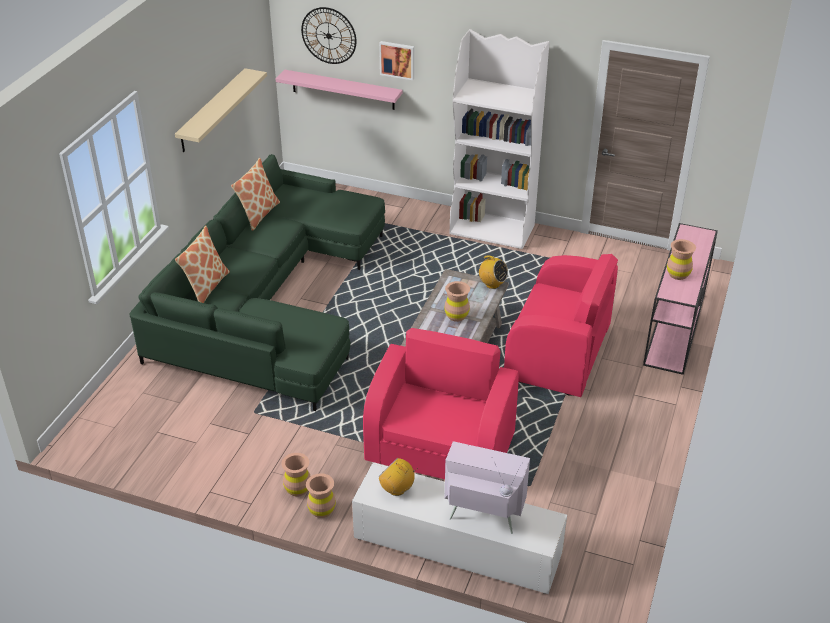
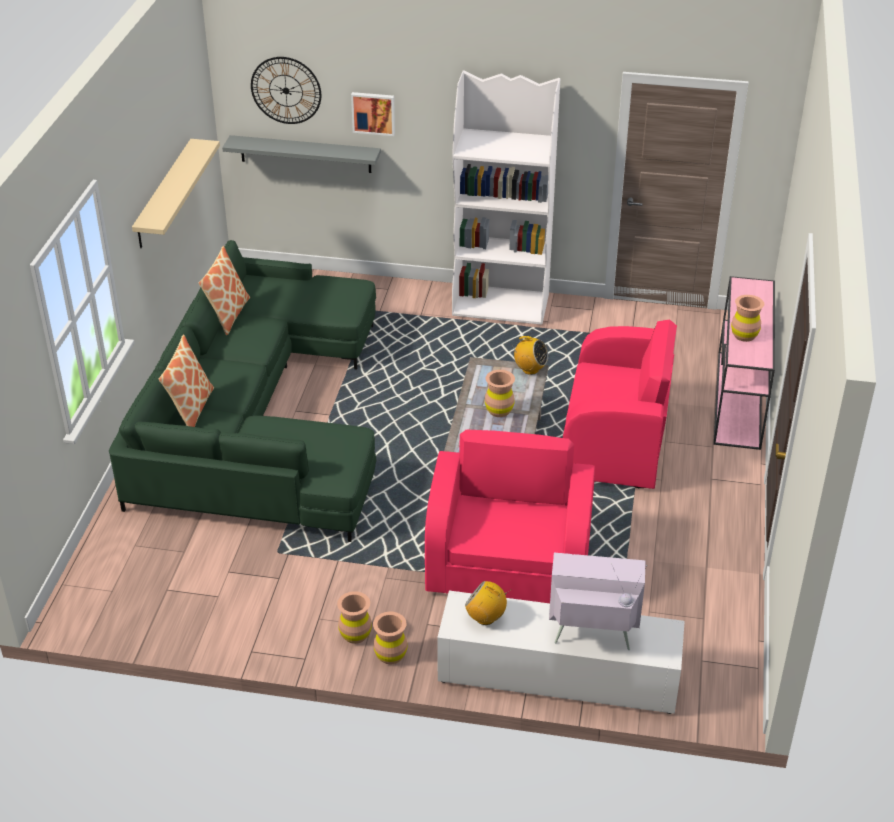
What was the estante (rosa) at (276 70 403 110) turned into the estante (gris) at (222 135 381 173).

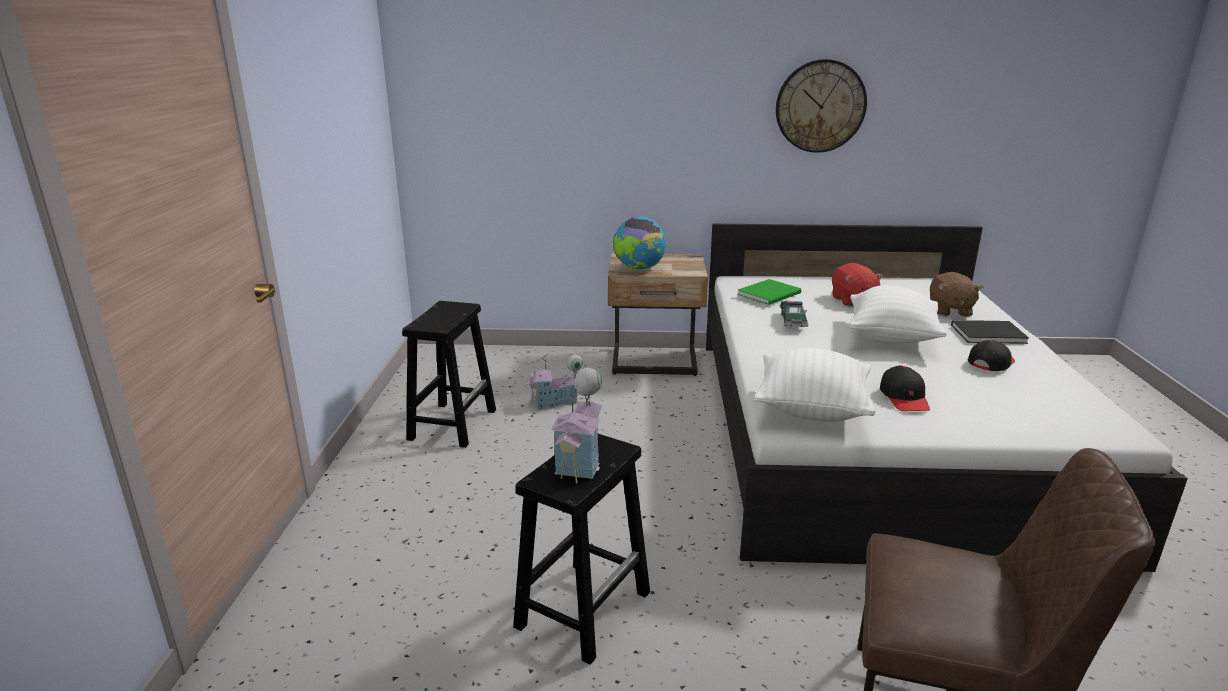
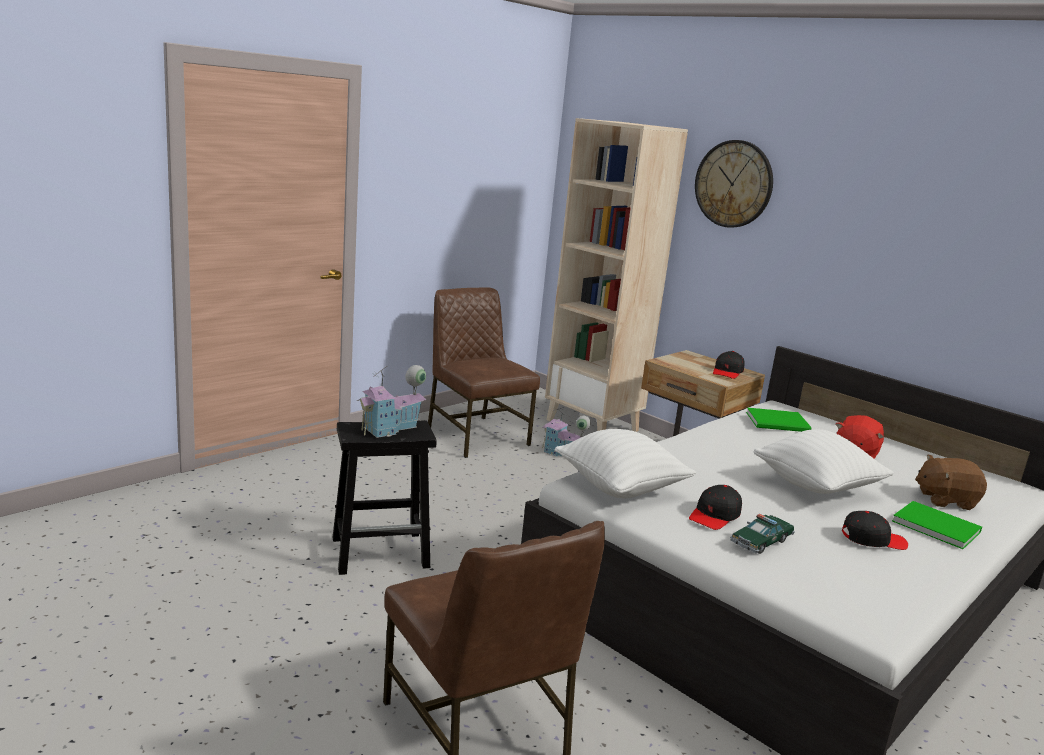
Where the taburete (negro) stood at (402 301 496 448), the silla (marrón) came to stand at (428 287 540 458).
The second view lost the globo terráqueo at (613 216 667 270).
The reloj de pared ended up elsewhere, having gone from (776 59 867 153) to (695 140 773 228).
The coche de juguete ended up elsewhere, having gone from (780 301 809 327) to (730 514 795 554).
The peluche (marrón) at (930 272 983 317) ended up facing another way, 45 degrees clockwise from before.
What was the libro (negro) at (951 320 1029 344) turned into the libro (verde) at (892 501 982 549).
The second view gained the estantería (beis) at (545 118 688 432).
The second view gained the gorra (negro) at (713 351 745 379).

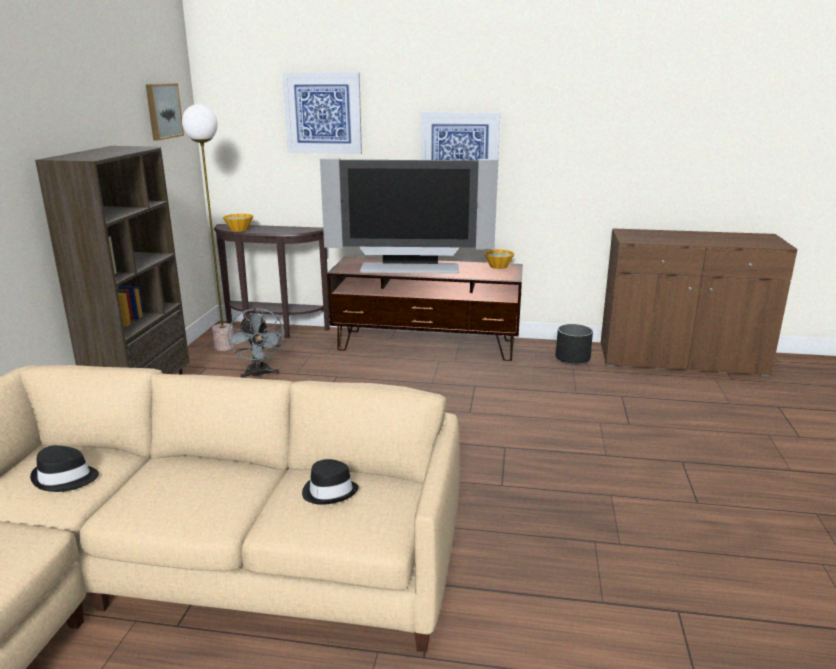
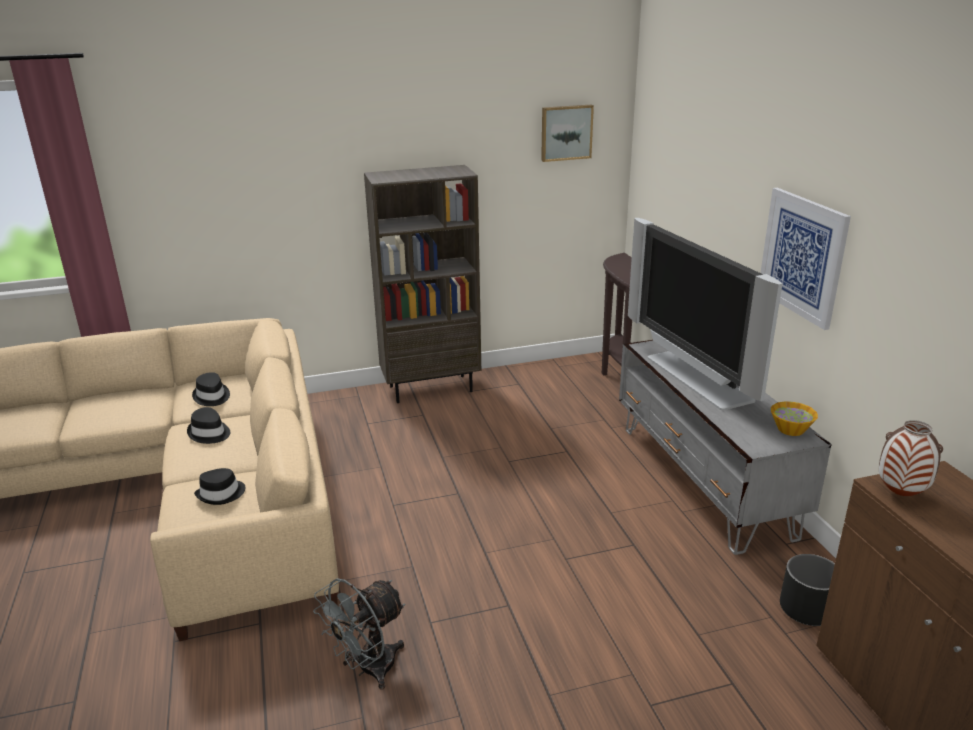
The second view lost the lámpara de pie at (182 104 235 351).
The second view lost the cuenco at (223 214 253 232).
The ventilador (gris) ended up elsewhere, having gone from (228 308 285 378) to (313 578 405 690).
The second view lost the cuadro at (282 72 362 154).
What was the mueble de televisión (marrón) at (327 257 523 361) turned into the mueble de televisión (gris) at (619 340 832 555).
The second view gained the sombrero (negro) at (187 407 230 444).
The second view gained the florero at (879 420 943 496).

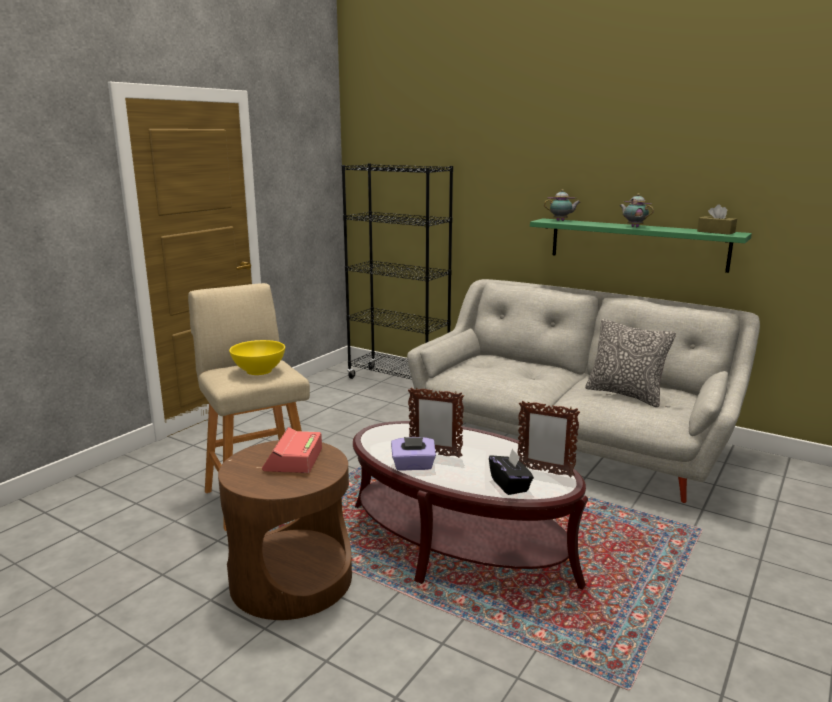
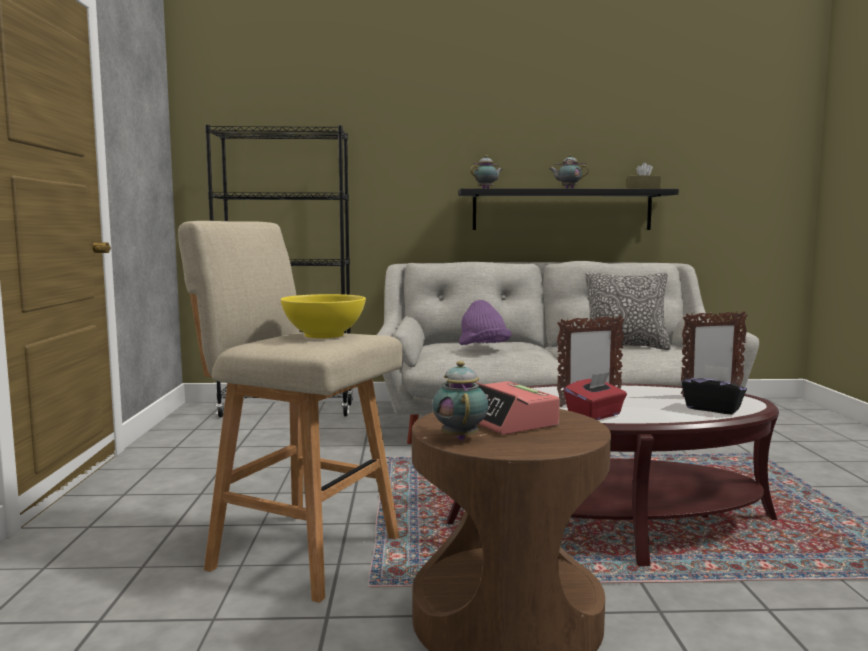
What was the caja de pañuelos (morado) at (391 437 436 471) turned into the caja de pañuelos (rojo) at (564 372 627 420).
What was the estante (verde) at (530 218 752 273) turned into the estante (negro) at (458 188 679 230).
The second view gained the tetera at (432 361 489 441).
The second view gained the sombrero (morado) at (459 300 511 345).

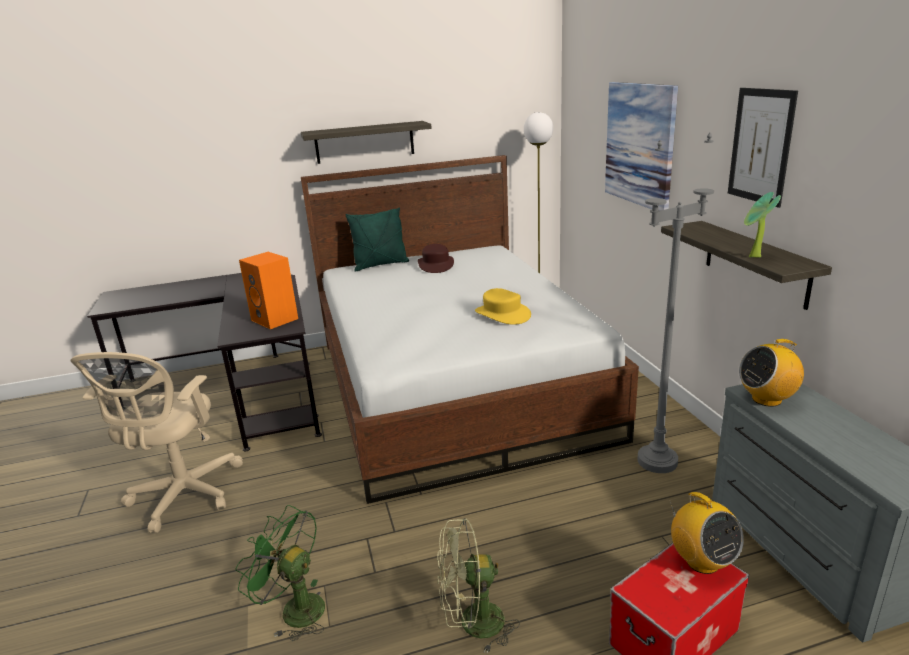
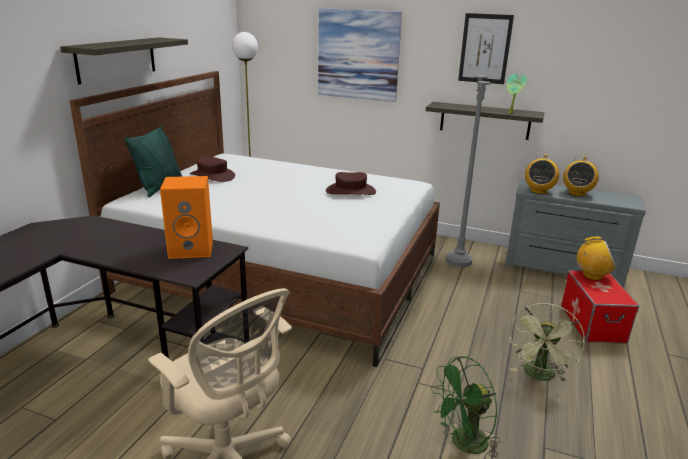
What was the sombrero (amarillo) at (475 288 531 325) turned into the sombrero (marrón) at (326 172 376 195).
The second view gained the radio at (563 156 599 196).

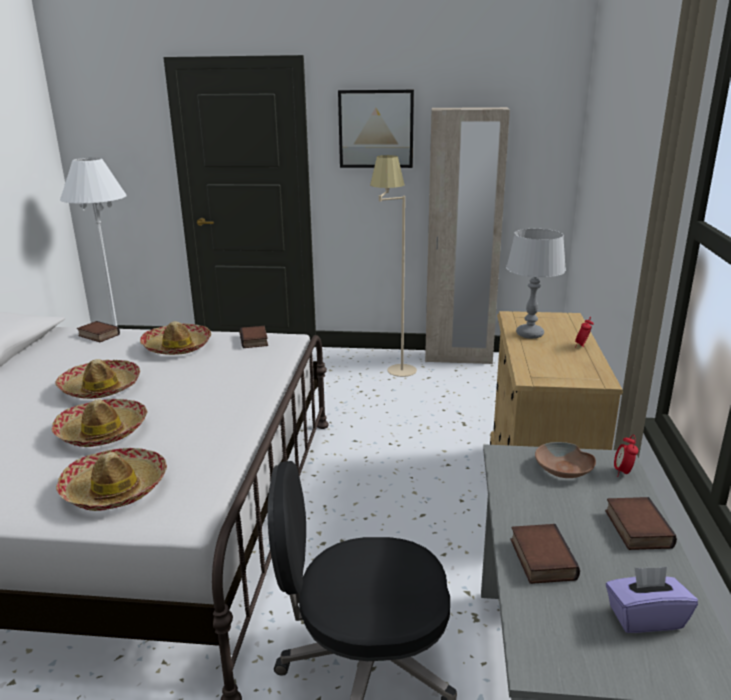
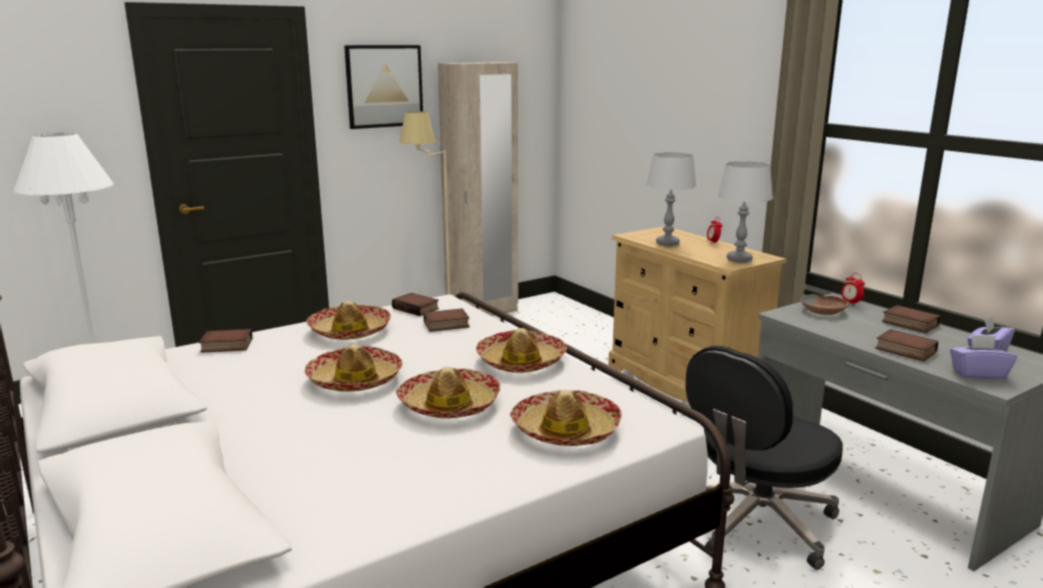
The second view gained the libro at (423 309 470 332).
The second view gained the sombrero at (476 328 567 373).
The second view gained the lámpara de mesa (gris) at (717 161 773 263).
The second view gained the caja de pañuelos (morado) at (950 335 1017 379).

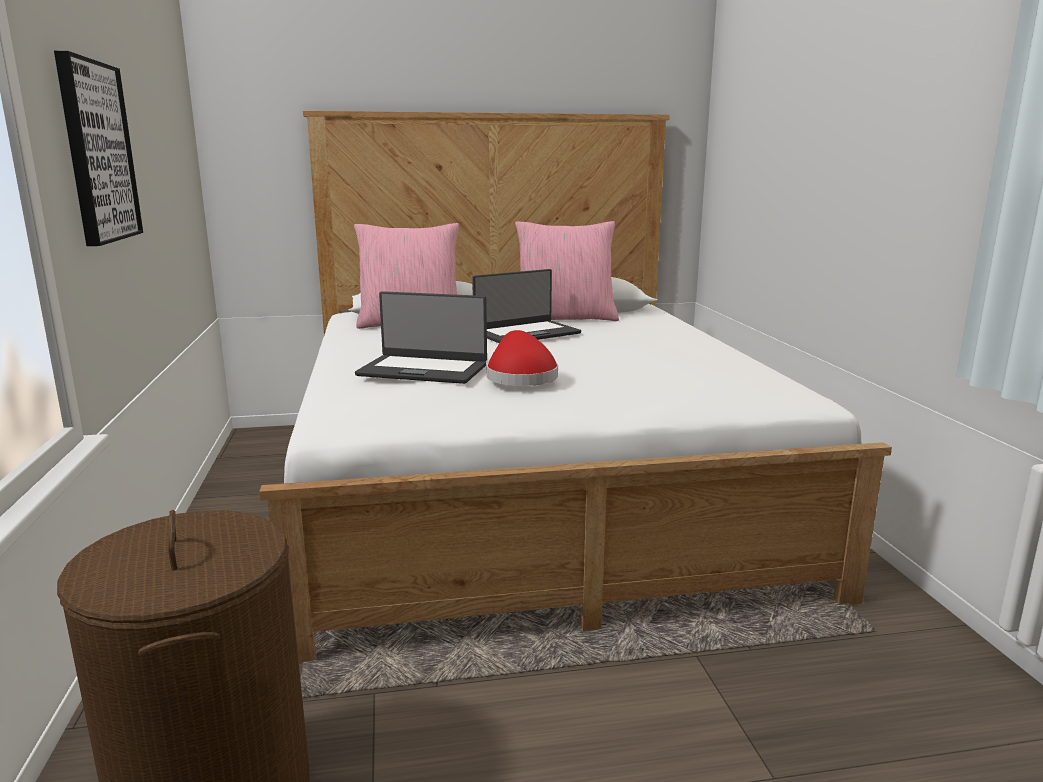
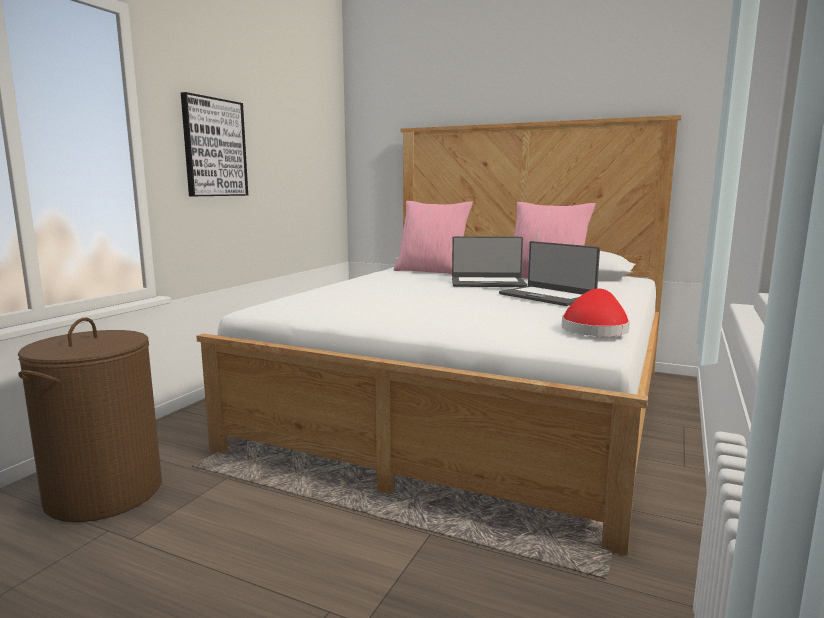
The portátil ended up elsewhere, having gone from (355 291 487 384) to (499 241 600 306).
The sombrero (rojo) ended up elsewhere, having gone from (487 330 558 386) to (562 288 630 336).

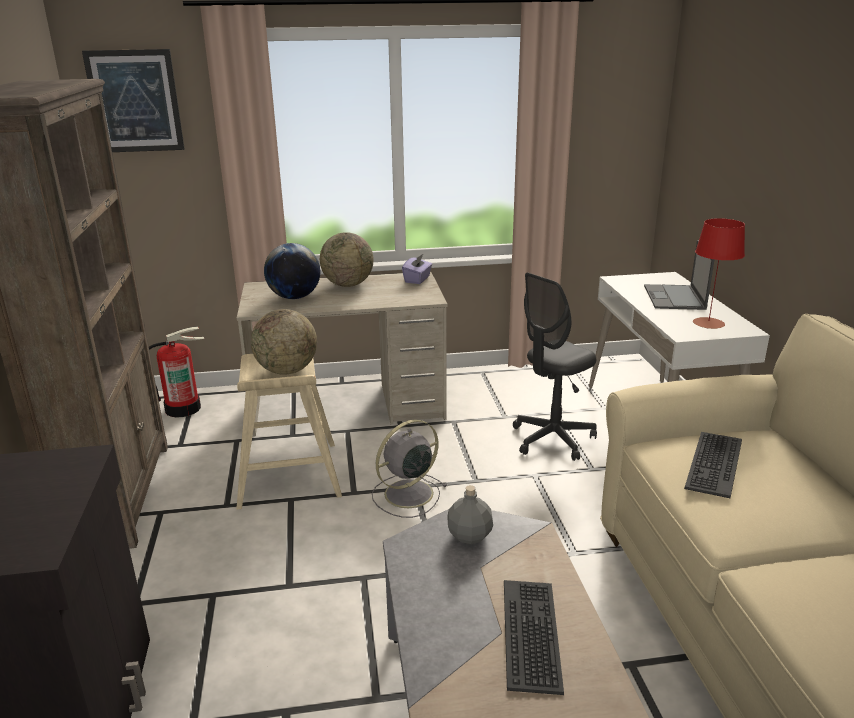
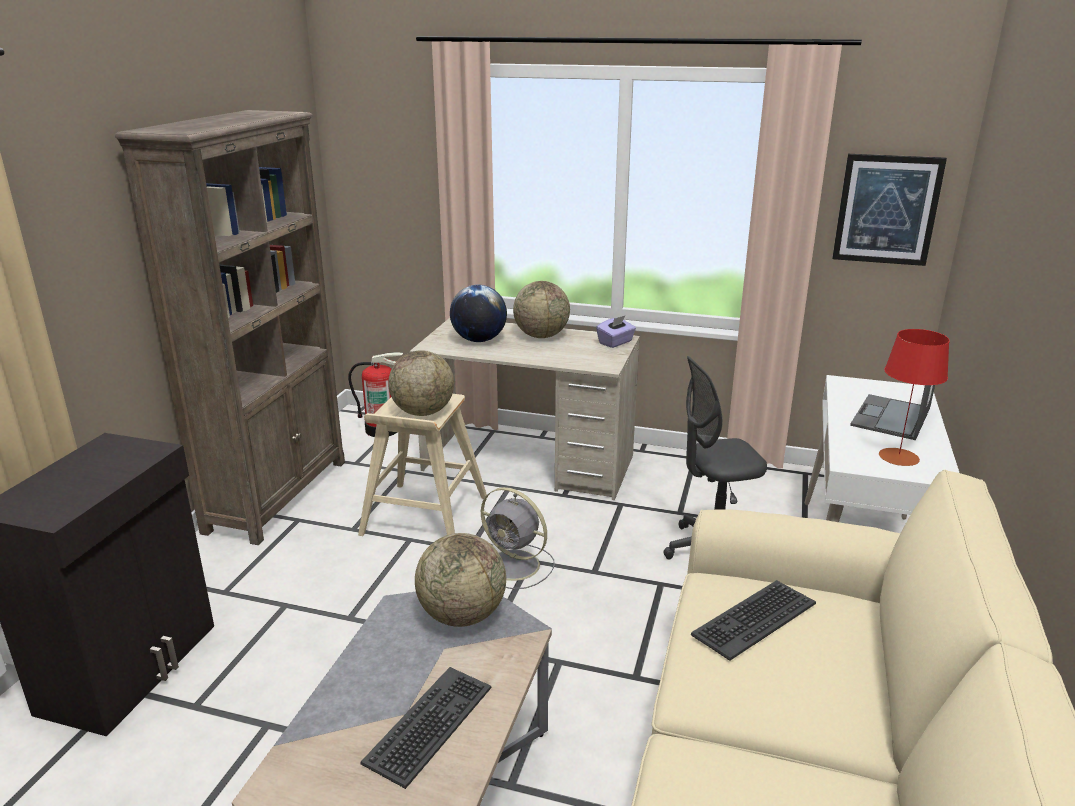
The cuadro ended up elsewhere, having gone from (82 49 185 152) to (832 154 947 266).
The ventilador (gris) at (372 419 447 518) ended up facing another way, 135 degrees counterclockwise from before.
Where the botella (gris) stood at (447 485 493 544), the globo terráqueo came to stand at (415 533 506 627).

